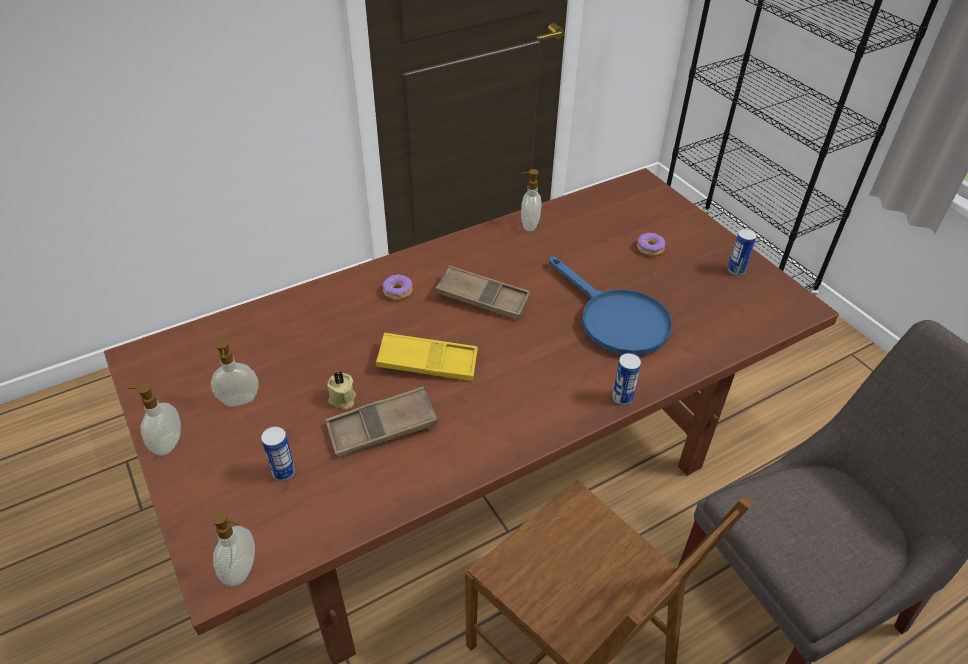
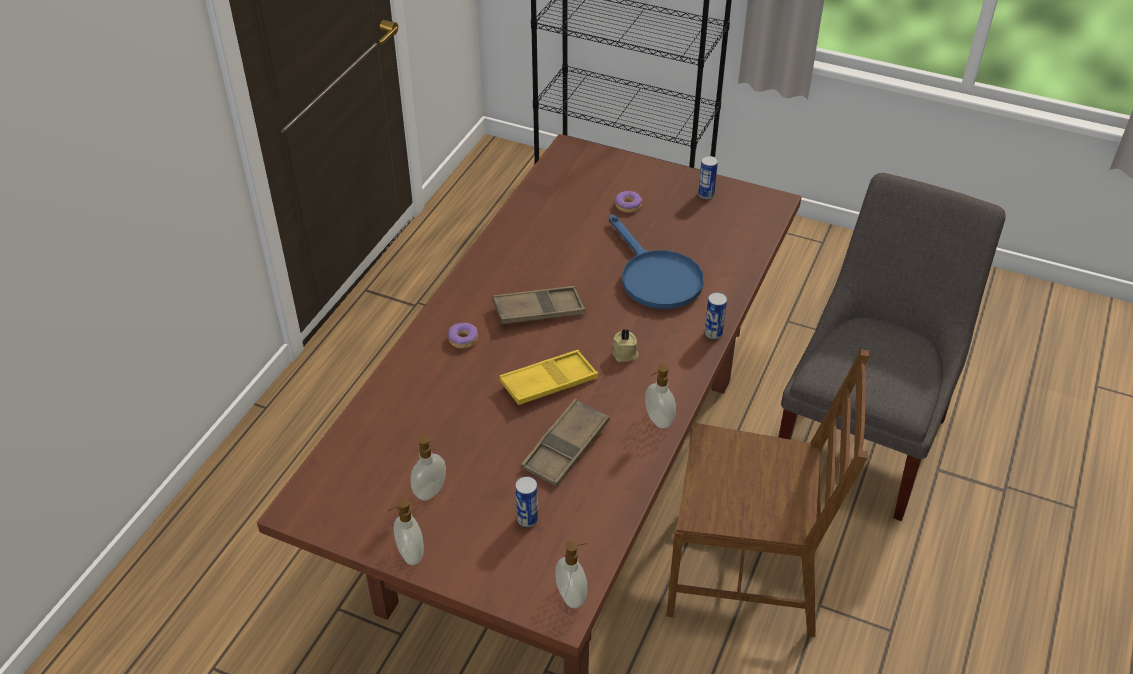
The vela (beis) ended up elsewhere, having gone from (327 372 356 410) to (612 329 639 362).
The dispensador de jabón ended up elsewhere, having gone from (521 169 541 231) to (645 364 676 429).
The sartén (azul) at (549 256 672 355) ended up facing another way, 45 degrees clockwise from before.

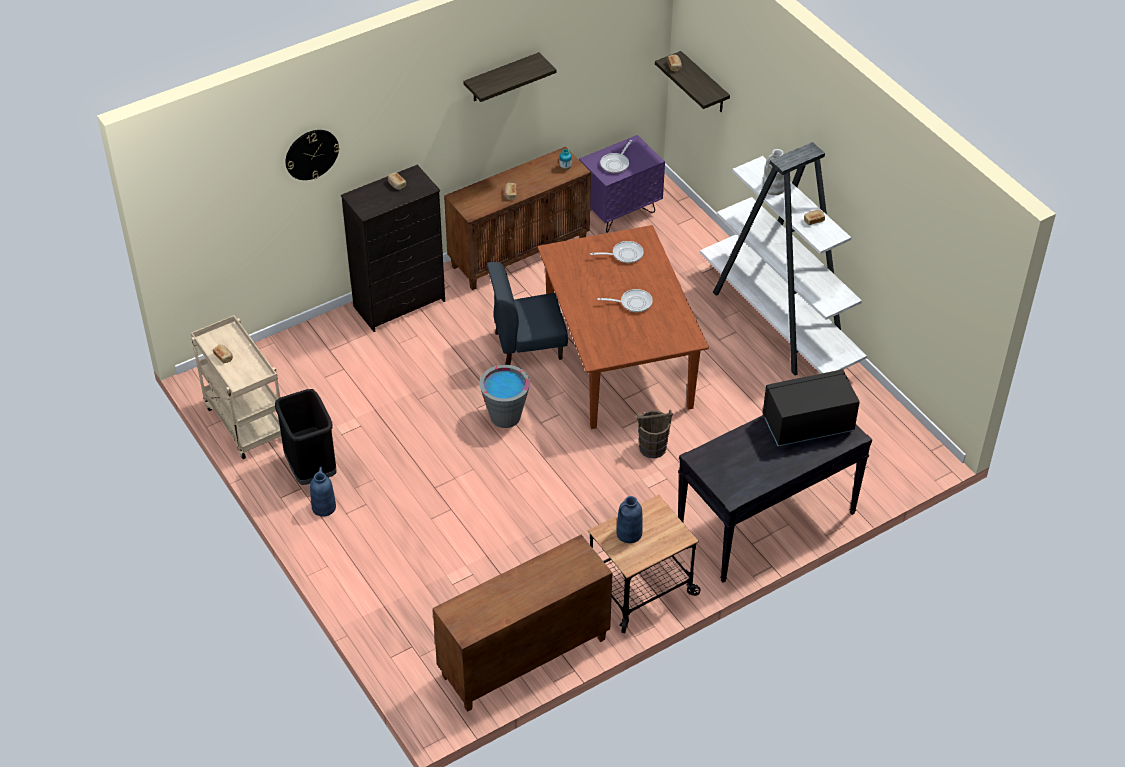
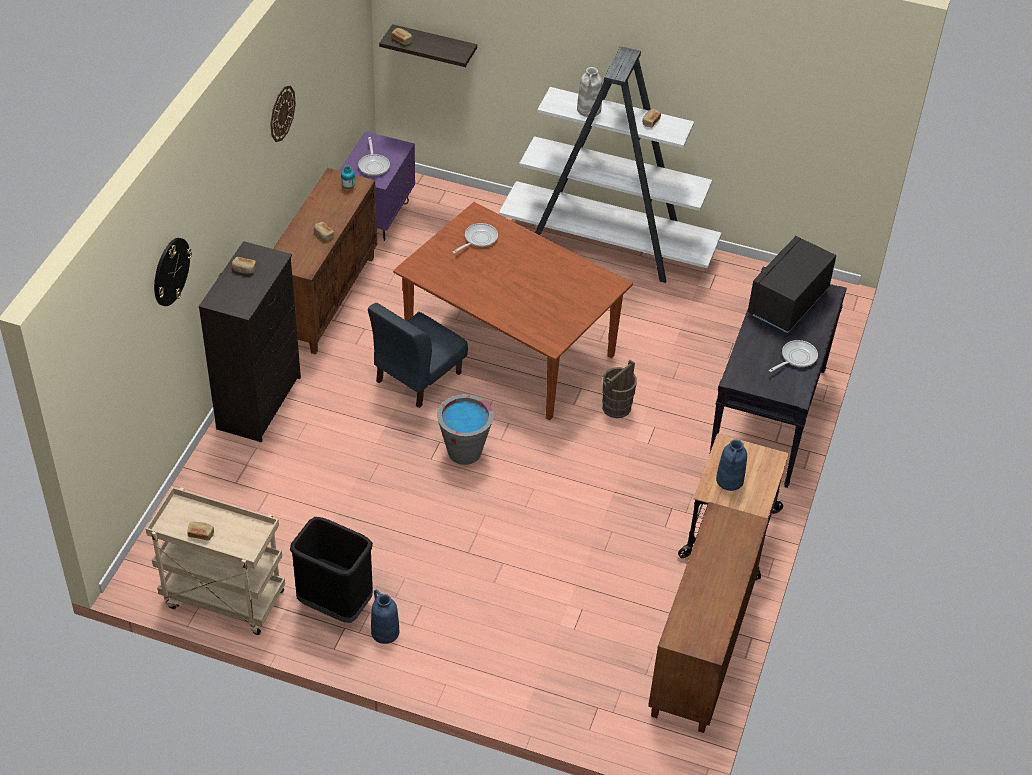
Where the estante hung at (463 52 557 102), the reloj de pared came to hang at (270 86 296 142).
The sartén ended up elsewhere, having gone from (597 289 653 312) to (769 340 818 372).

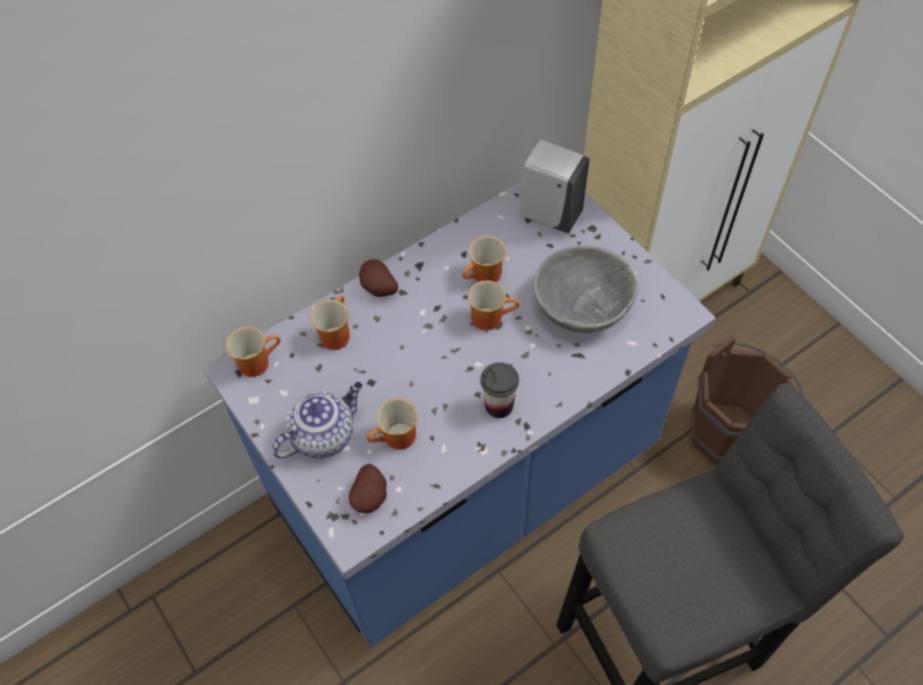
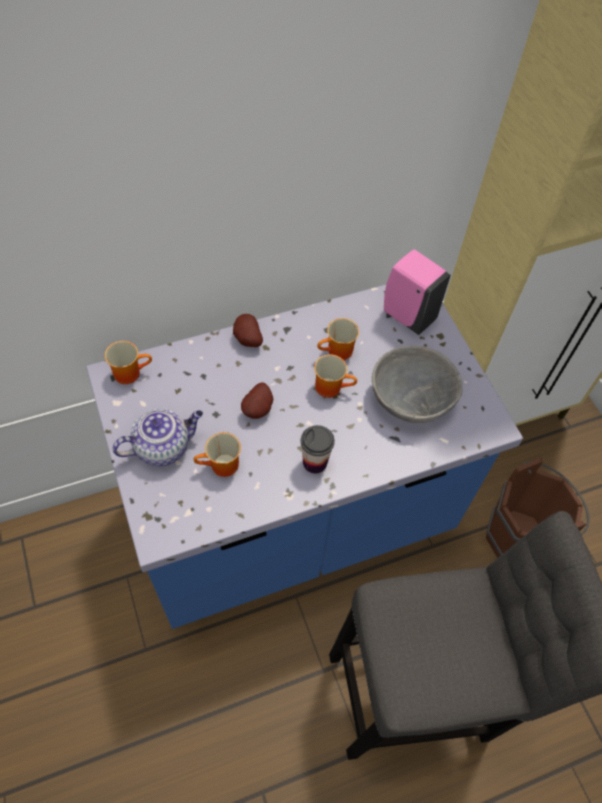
The second view lost the taza grande at (310 295 350 350).
The patata ended up elsewhere, having gone from (349 464 387 513) to (241 383 273 419).
What was the dispensador de jabón (blanco) at (519 139 590 234) turned into the dispensador de jabón (rosa) at (384 249 451 335).

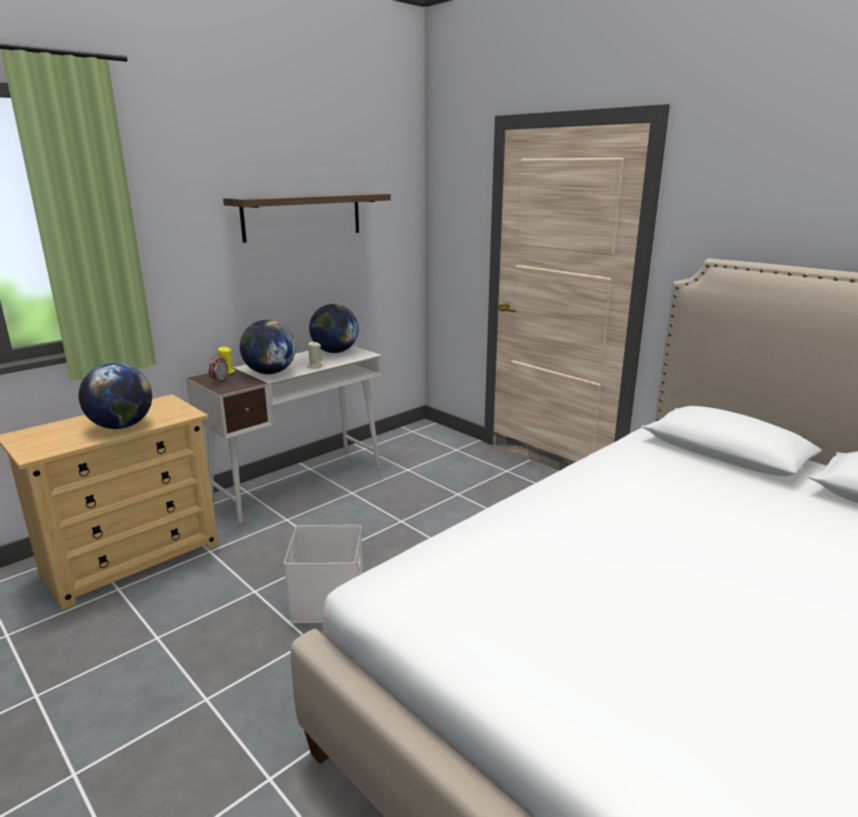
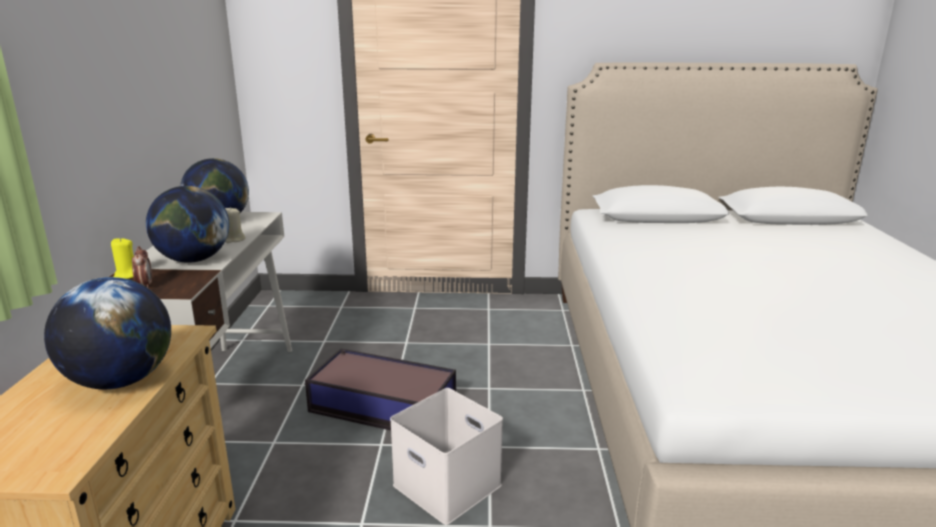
The second view lost the estante at (223 193 391 243).
The second view gained the caja de almacenaje at (305 348 456 430).

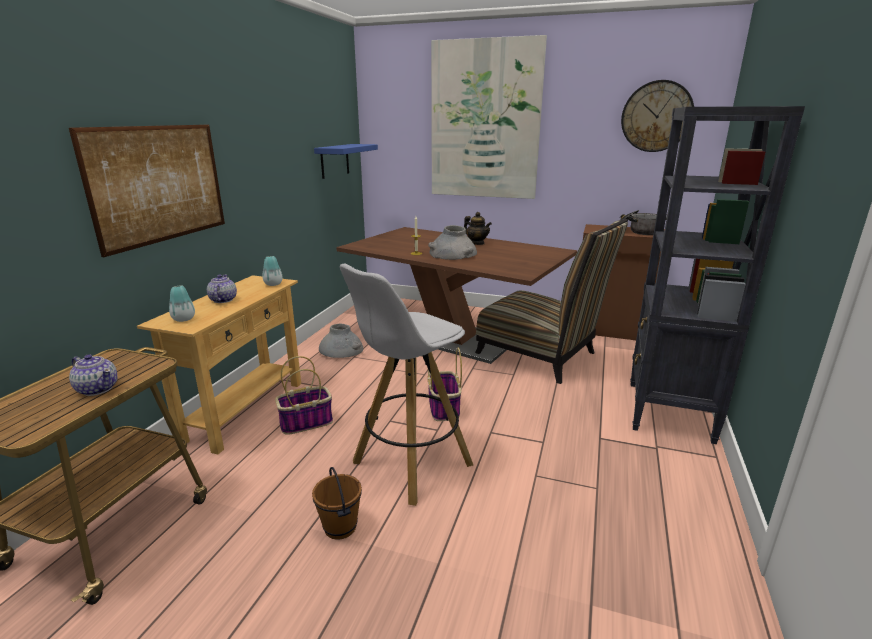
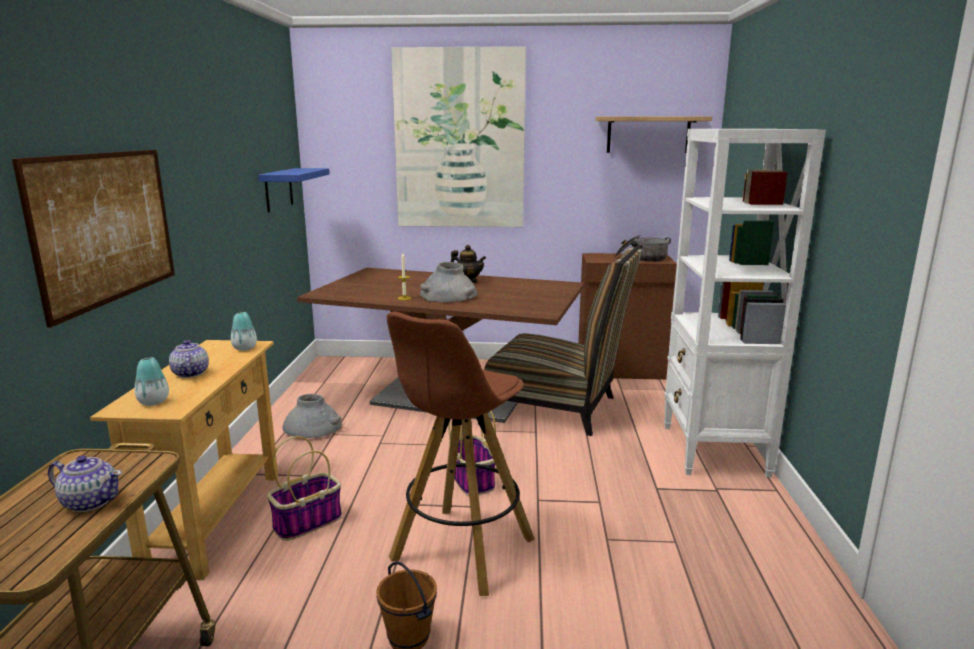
What was the taburete (blanco) at (340 264 473 506) turned into the taburete (marrón) at (387 312 535 596).
Where the reloj de pared hung at (621 80 694 152), the estante came to hang at (595 116 712 153).
What was the estantería (negro) at (630 106 805 444) turned into the estantería (blanco) at (664 129 826 478).

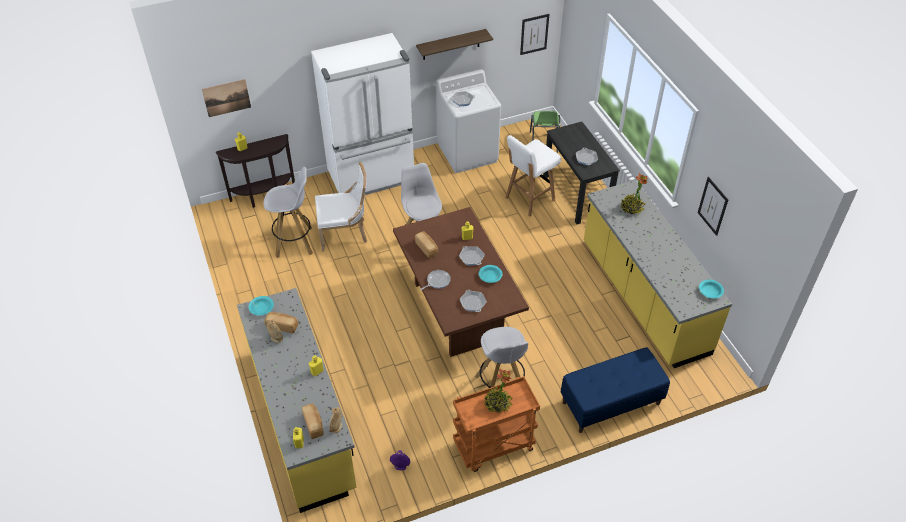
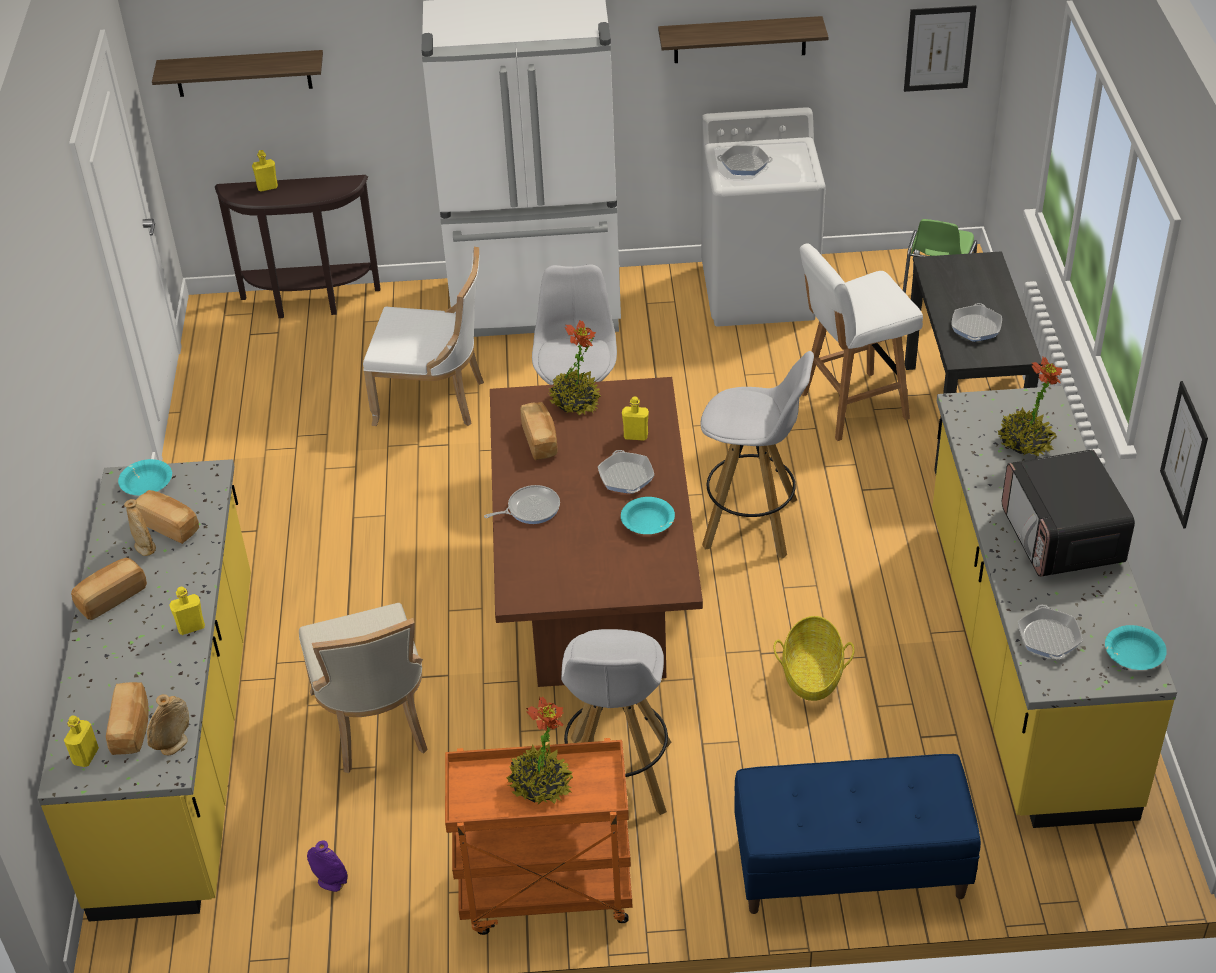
Where the cuadro hung at (202 79 251 117), the estante came to hang at (152 50 323 97).
The taburete (blanco) ended up elsewhere, having gone from (263 167 313 258) to (701 351 814 559).
The sartén ended up elsewhere, having gone from (460 290 487 312) to (1018 605 1083 659).
The second view gained the pan at (71 557 147 620).
The second view gained the silla (beis) at (299 603 428 773).
The second view gained the planta en maceta at (547 321 601 415).
The second view gained the cesta at (774 616 854 701).
The second view gained the microondas at (1002 449 1135 577).

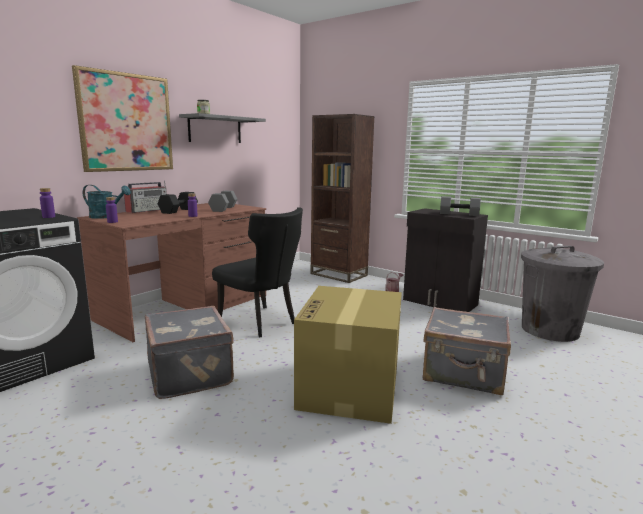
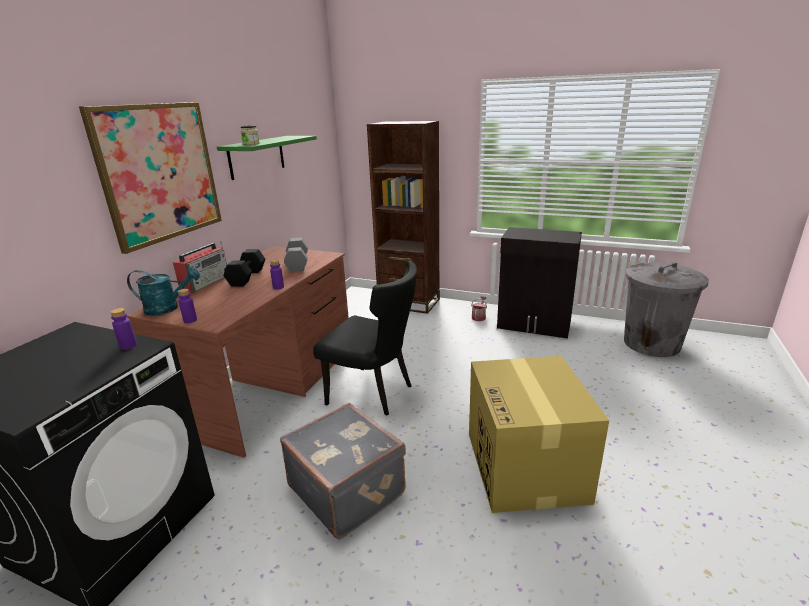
What was the estante (gris) at (179 113 266 143) turned into the estante (verde) at (217 136 317 180).
The second view lost the maleta (gris) at (423 307 511 395).
The second view lost the mancuerna (gris) at (440 196 481 216).

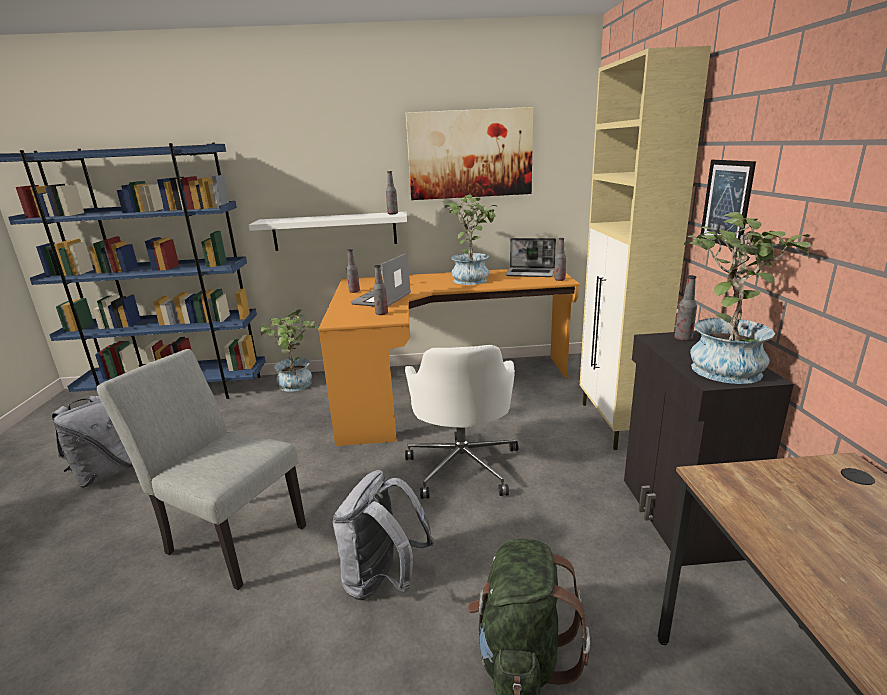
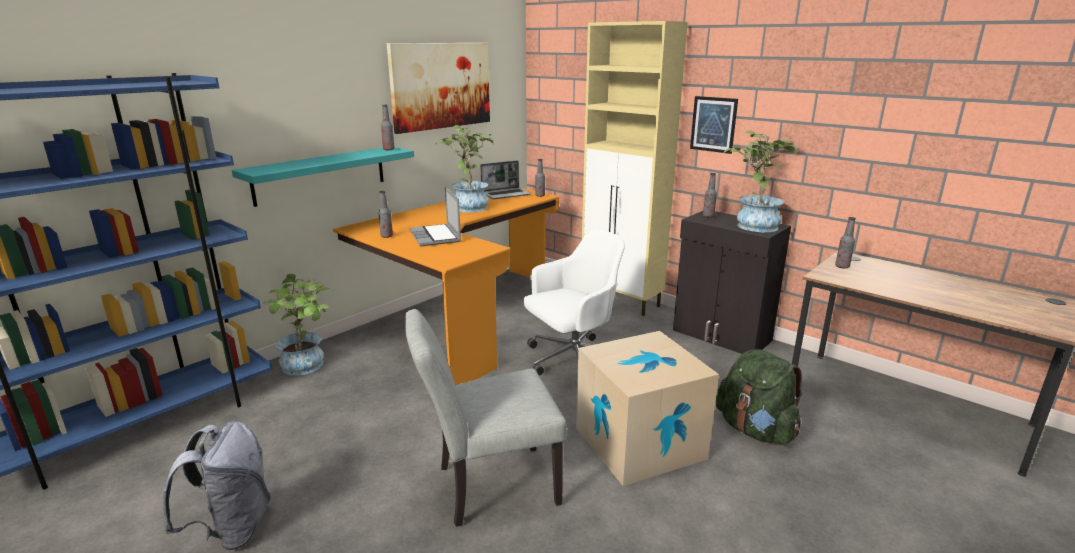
What was the estante (blanco) at (249 212 407 251) turned into the estante (turquesa) at (232 147 414 207).
Where the mochila (gris) stood at (332 470 434 600), the caja de cartón came to stand at (576 331 719 486).
The botella ended up elsewhere, having gone from (373 265 388 315) to (835 217 856 269).
The silla de oficina (blanco) at (405 345 518 499) ended up facing another way, 75 degrees counterclockwise from before.

